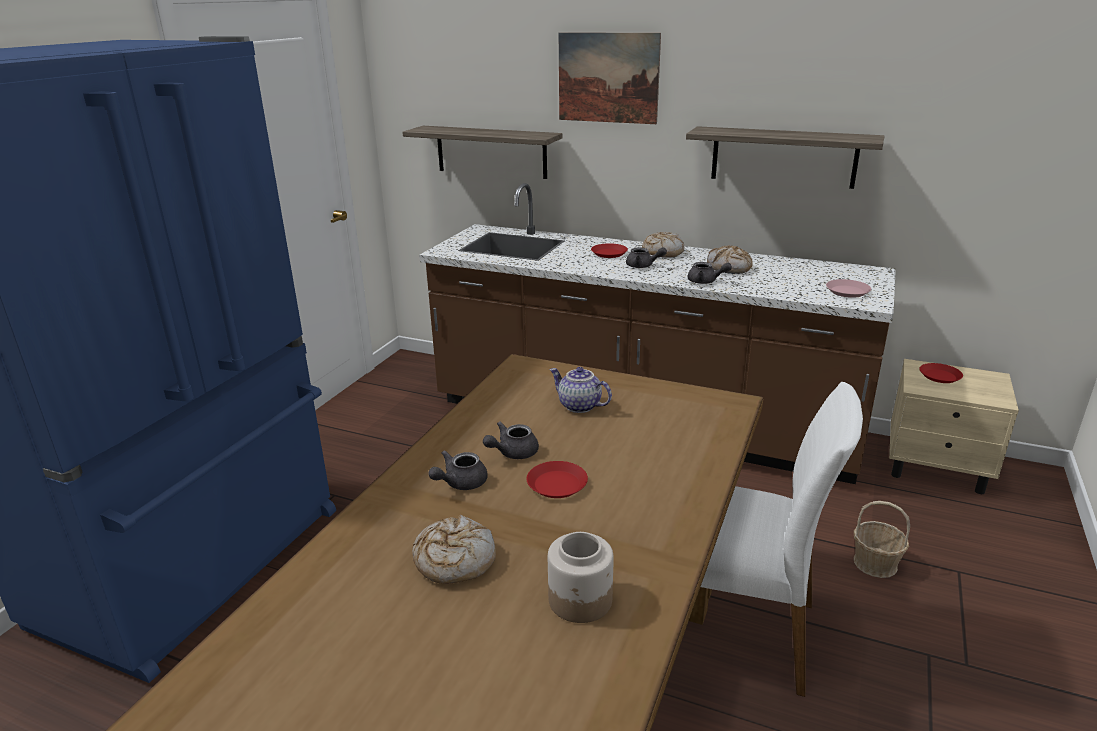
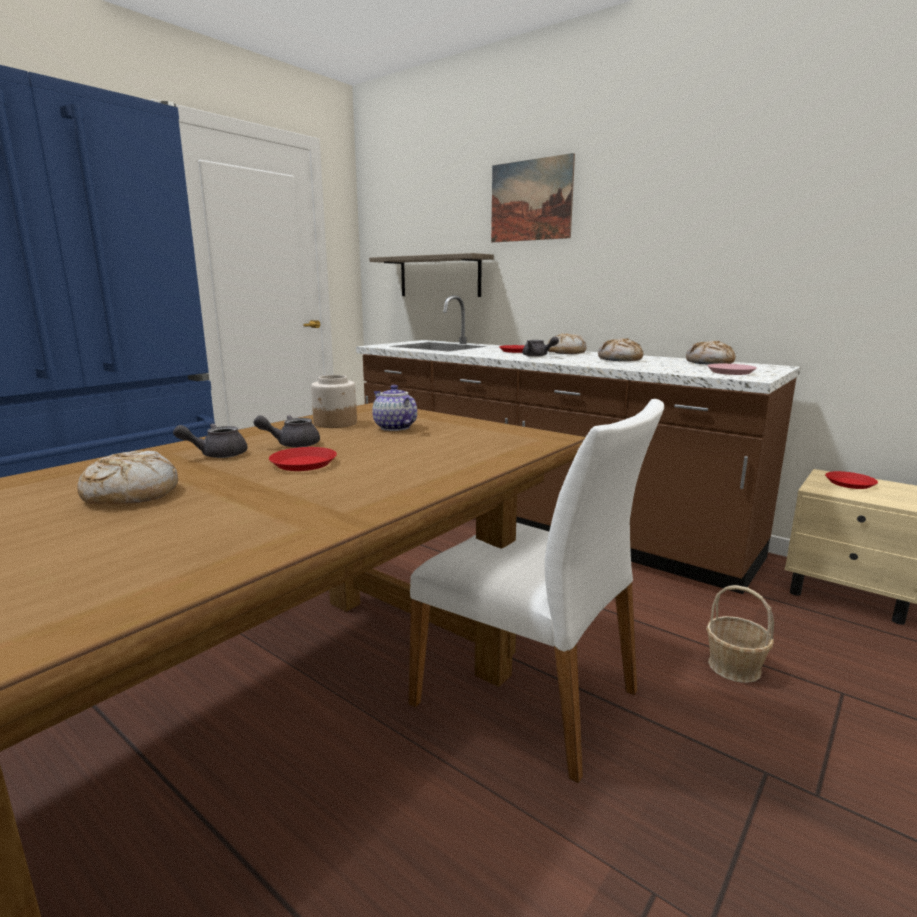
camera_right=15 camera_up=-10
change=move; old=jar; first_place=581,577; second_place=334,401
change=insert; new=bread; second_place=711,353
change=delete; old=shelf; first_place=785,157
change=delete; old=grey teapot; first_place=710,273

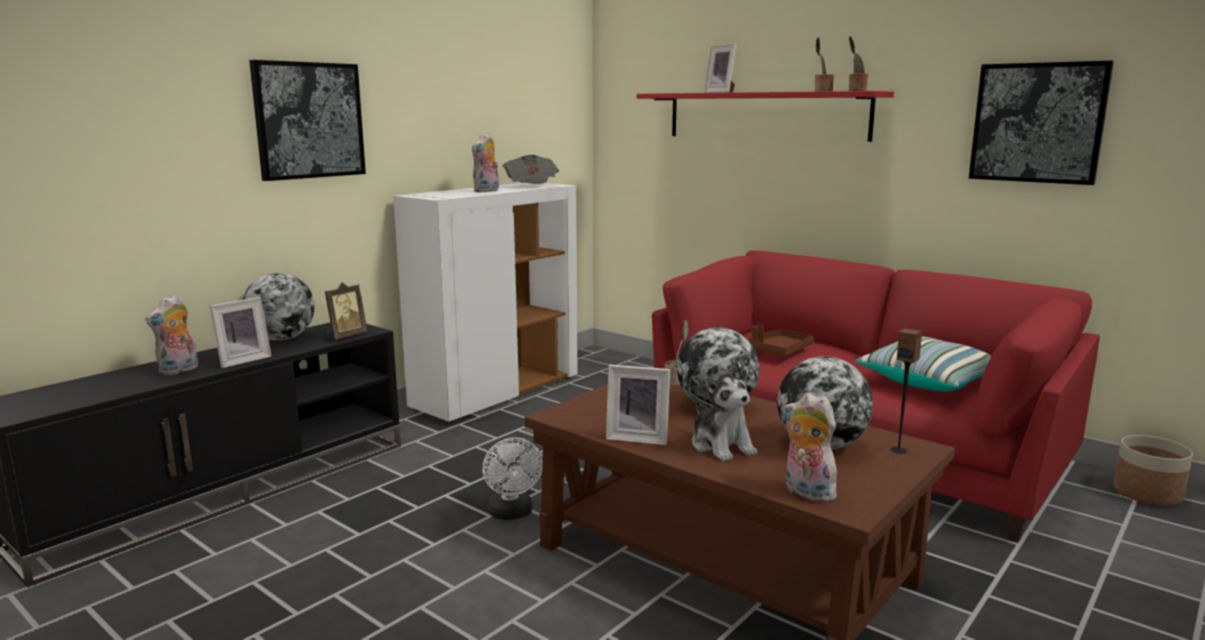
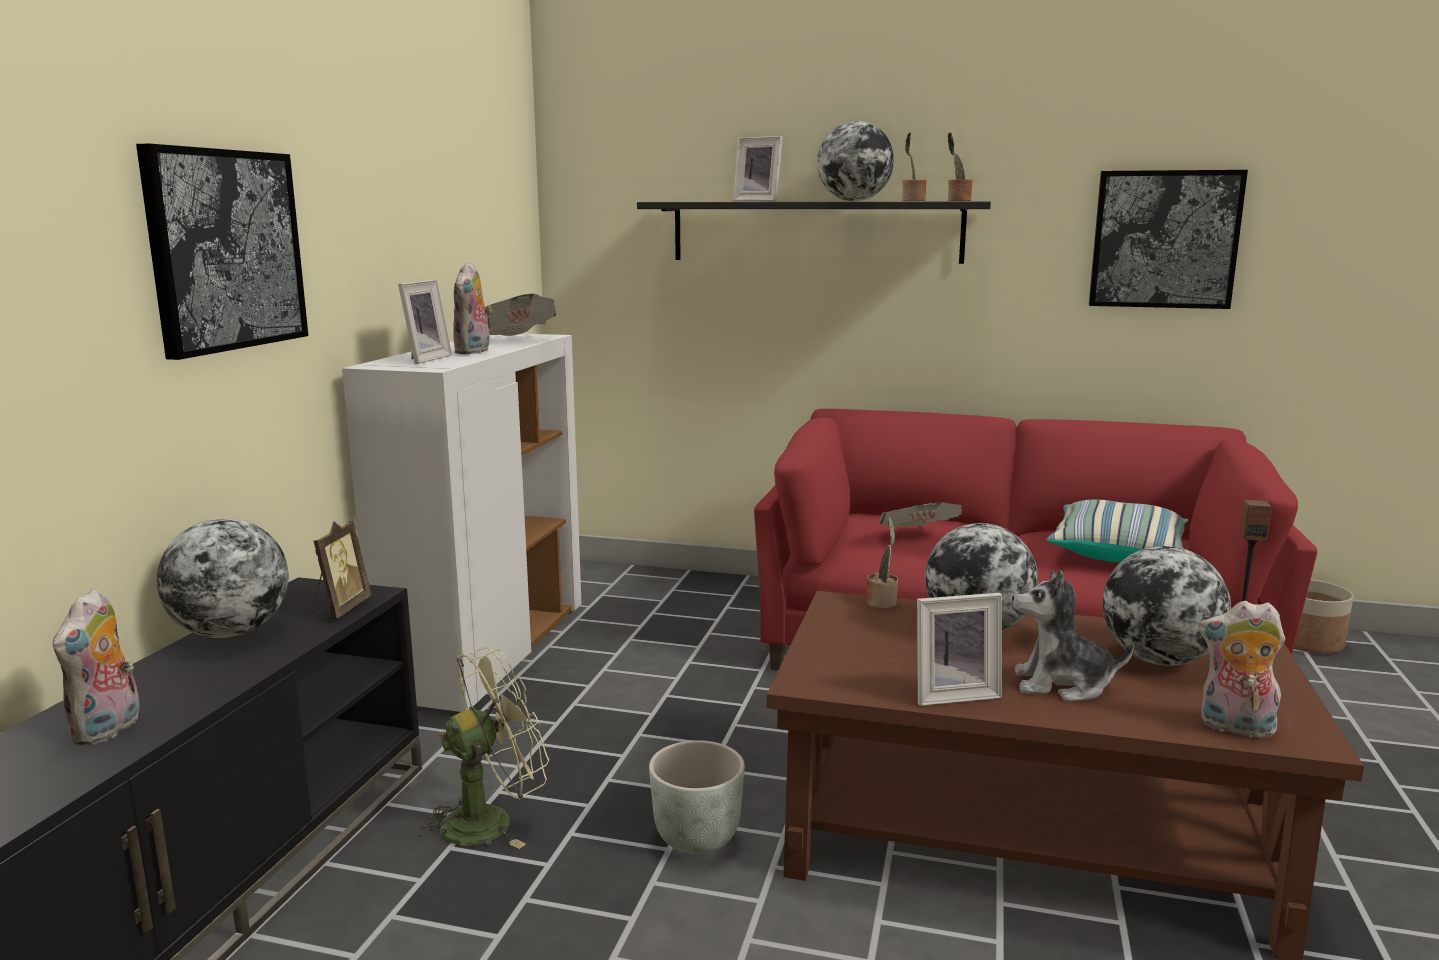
camera_right=-25 camera_up=0
change=move; old=picture frame; first_place=240,332; second_place=425,321
change=insert; new=green fan; second_place=482,748
change=recolor; old=red shelf; new=black shelf; first_place=765,116; second_place=814,232
change=replace; old=white fan; new=grey planter; first_place=512,479; second_place=697,797
change=insert; new=globe; second_place=855,161
change=replace; old=brown tray; new=newspaper; first_place=780,340; second_place=920,514
change=rotate; old=plush toy; first_place=724,411; second_place=1073,636; degrees=150

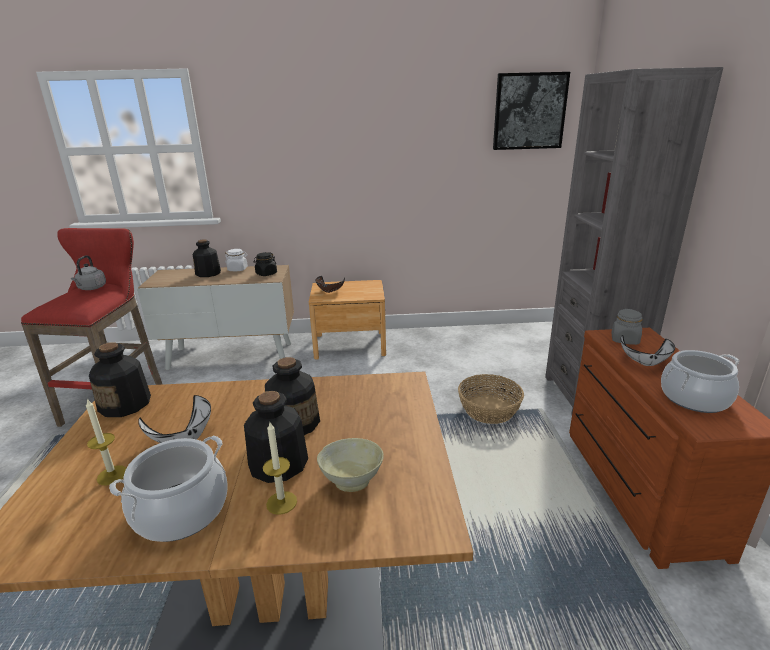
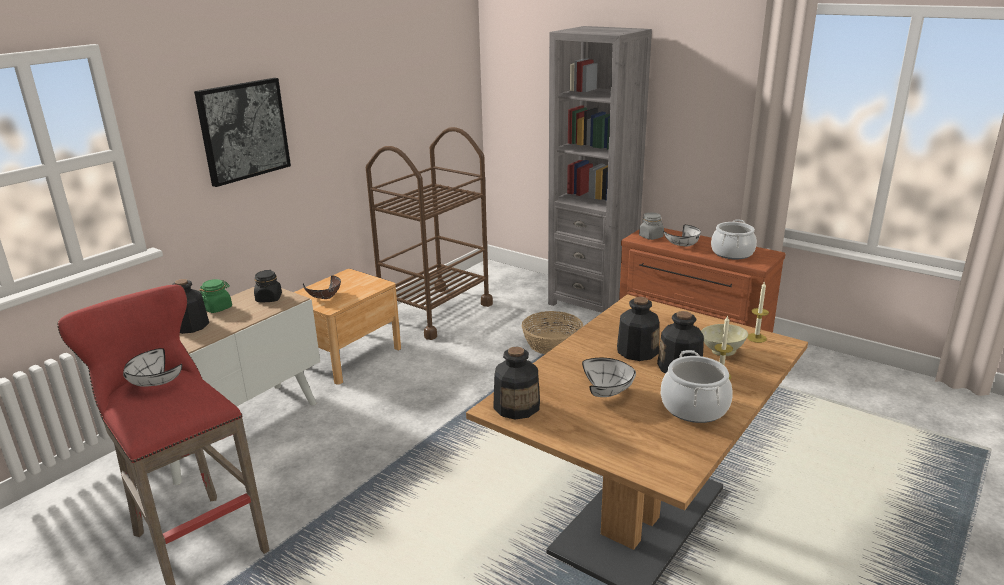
camera_right=-50 camera_up=0
change=replace; old=grey kettle; new=white bowl; first_place=88,272; second_place=152,367
change=move; old=picture; first_place=531,111; second_place=242,132
change=recolor; old=white jar; new=green jar; first_place=236,260; second_place=215,296
change=insert; new=brown cart; second_place=429,233
change=move; old=candle; first_place=106,441; second_place=758,312

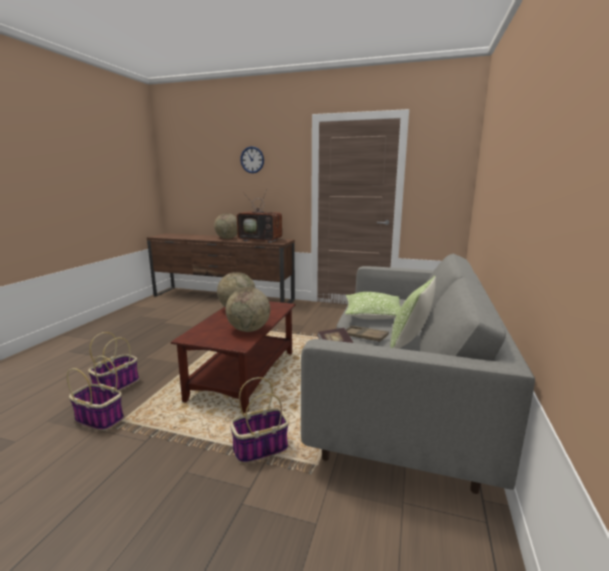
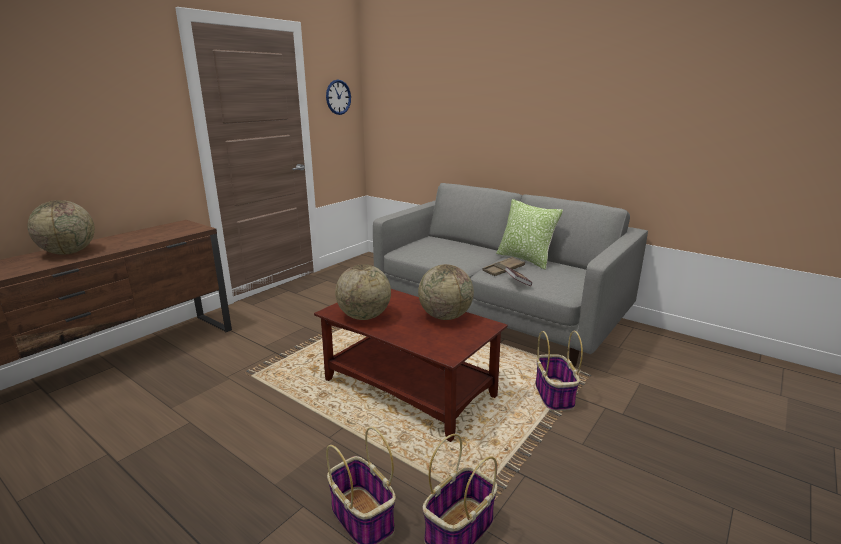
camera_right=-70 camera_up=5
change=move; old=wall clock; first_place=252,159; second_place=338,97
change=delete; old=television; first_place=262,216
change=delete; old=pillow; first_place=373,305

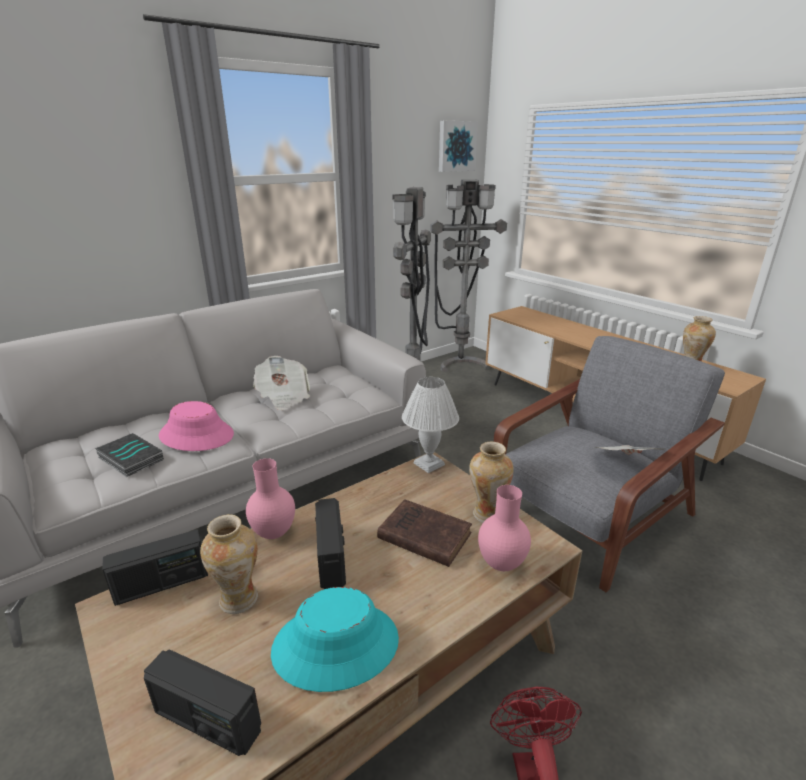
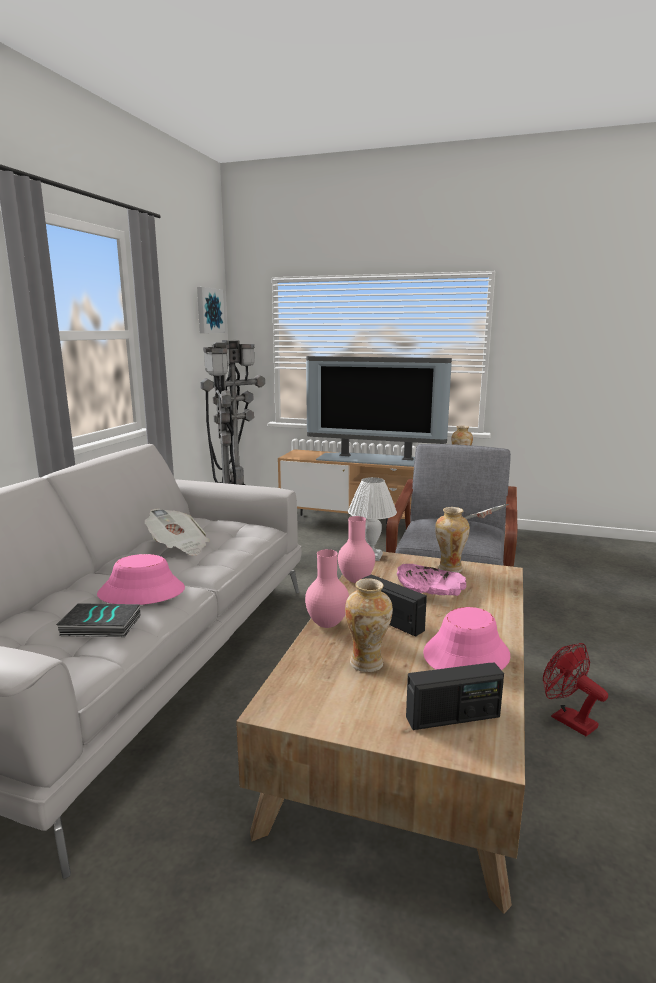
camera_right=-35 camera_up=-10
change=insert; new=television; second_place=379,411
change=move; old=pink vase; first_place=504,528; second_place=356,549
change=replace; old=brown book; new=pink bowl; first_place=424,533; second_place=431,580
change=recolor; old=turquoise hat; new=pink hat; first_place=335,639; second_place=466,638
change=delete; old=radio; first_place=155,568

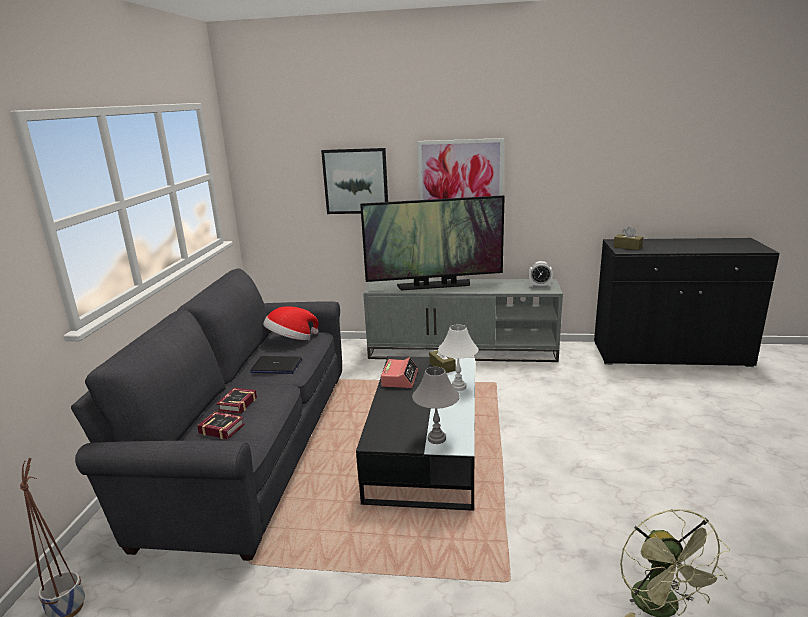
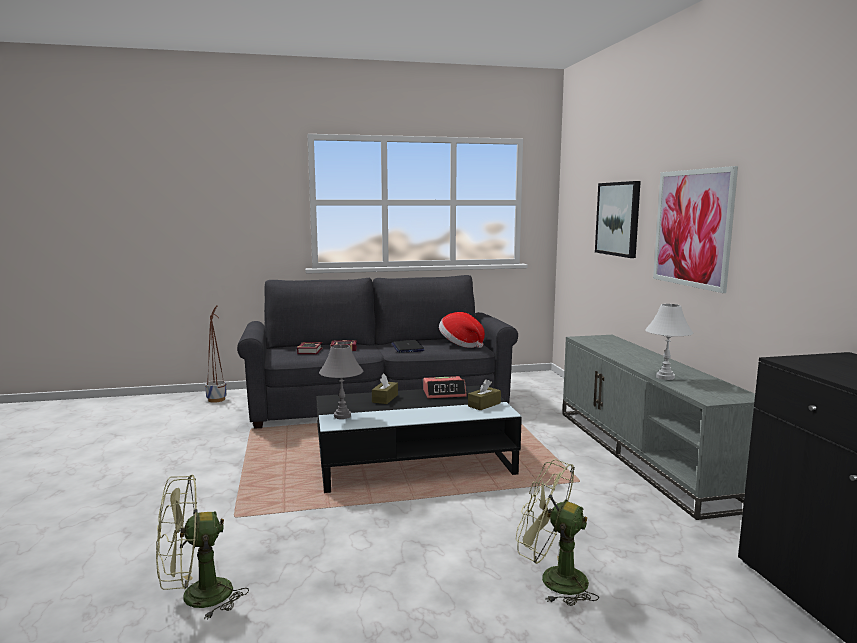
camera_right=70 camera_up=-10
change=move; old=brown tissue box; first_place=628,238; second_place=385,389
change=insert; new=green fan; second_place=557,532
change=move; old=white table lamp; first_place=458,357; second_place=669,342
change=delete; old=television; first_place=432,242
change=delete; old=alarm clock; first_place=541,274

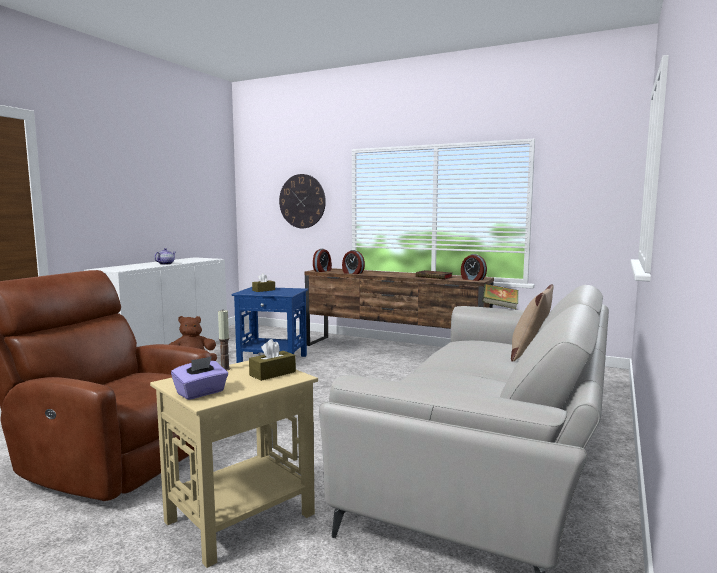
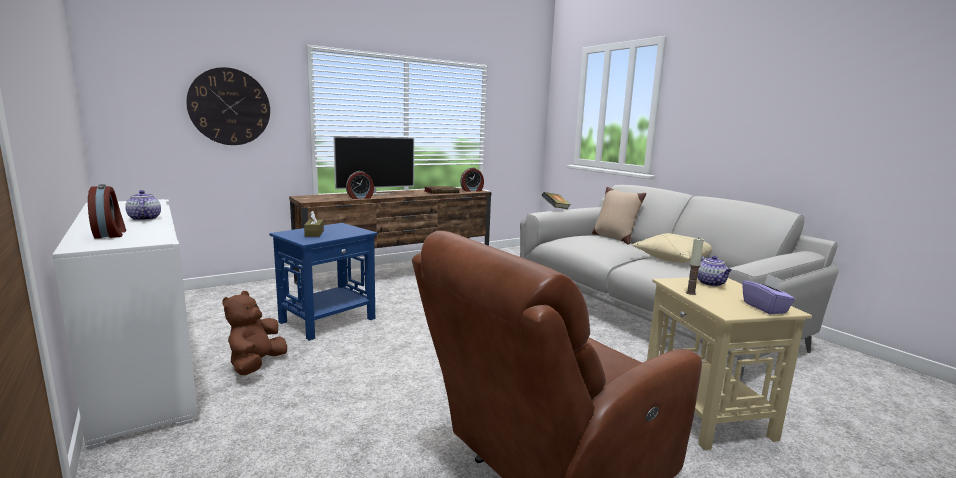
camera_right=-60 camera_up=5
change=move; old=alarm clock; first_place=322,260; second_place=107,211
change=insert; new=television; second_place=373,165
change=insert; new=beige pillow; second_place=672,248
change=replace; old=brown tissue box; new=teapot; first_place=272,360; second_place=714,271

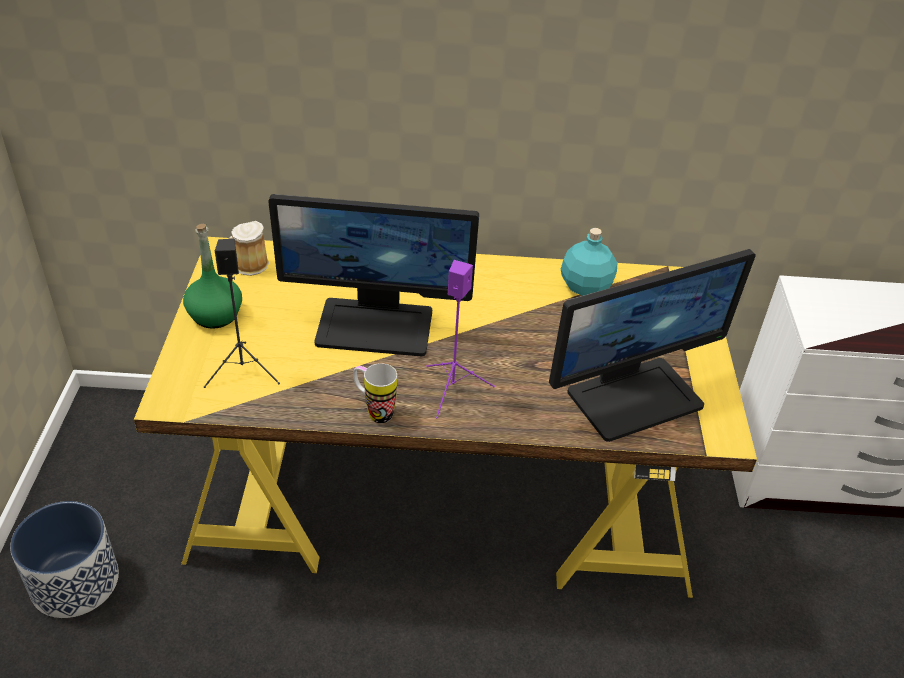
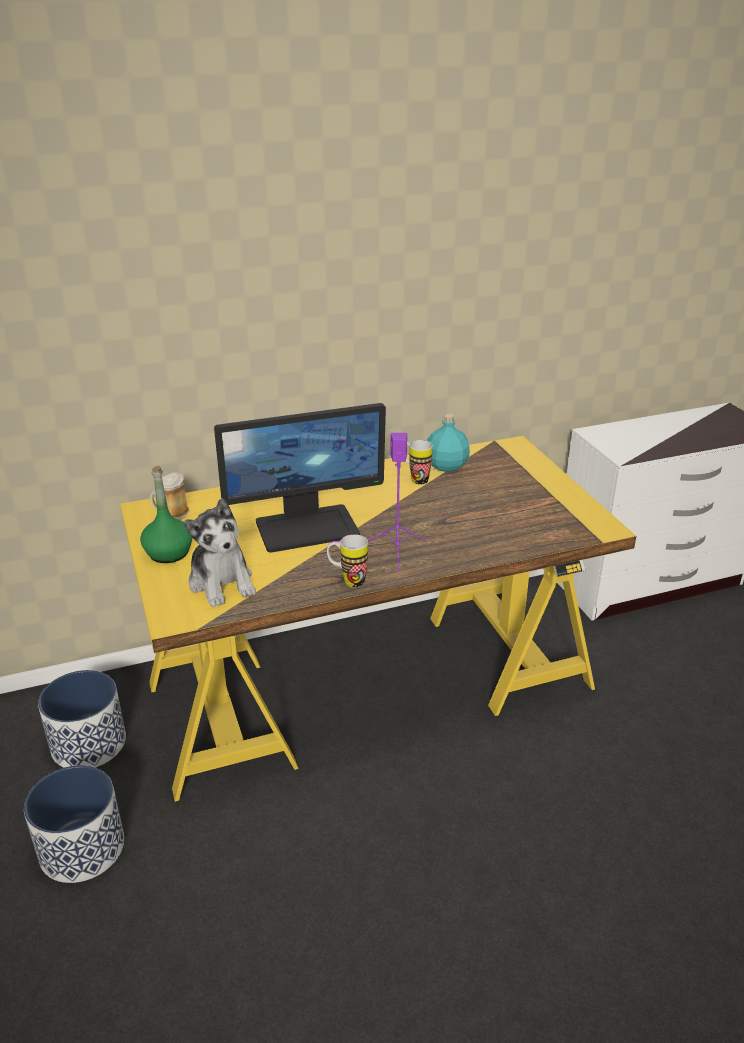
camera_right=-20 camera_up=-10
change=insert; new=planter; second_place=82,719
change=replace; old=black speaker; new=plush toy; first_place=242,313; second_place=220,552
change=insert; new=mug; second_place=419,462
change=delete; old=monitor; first_place=652,345

